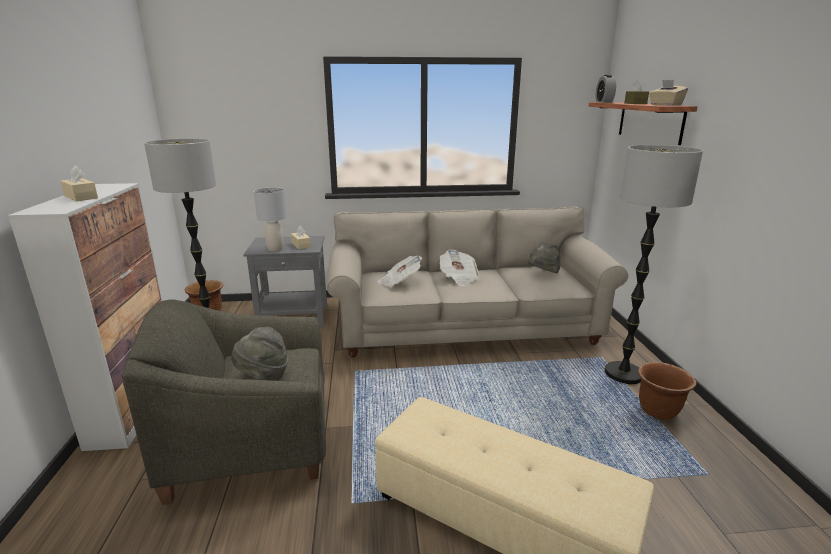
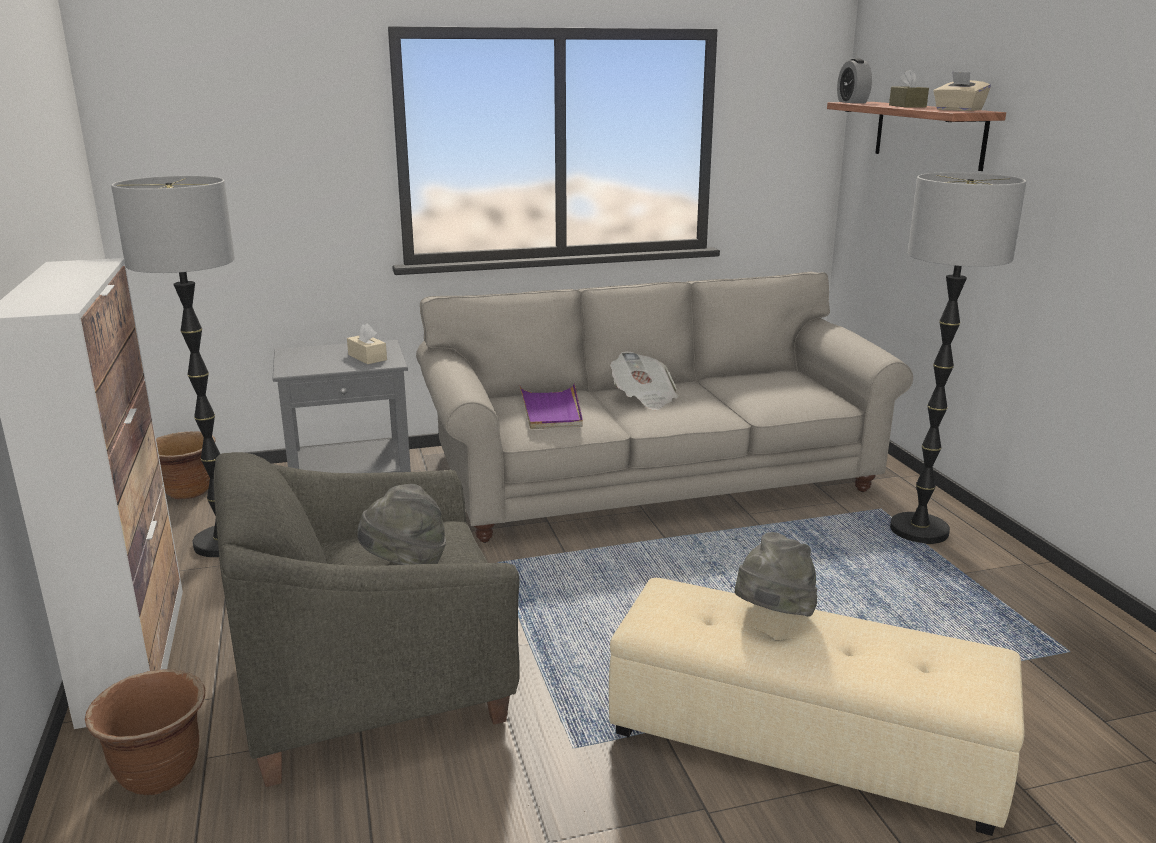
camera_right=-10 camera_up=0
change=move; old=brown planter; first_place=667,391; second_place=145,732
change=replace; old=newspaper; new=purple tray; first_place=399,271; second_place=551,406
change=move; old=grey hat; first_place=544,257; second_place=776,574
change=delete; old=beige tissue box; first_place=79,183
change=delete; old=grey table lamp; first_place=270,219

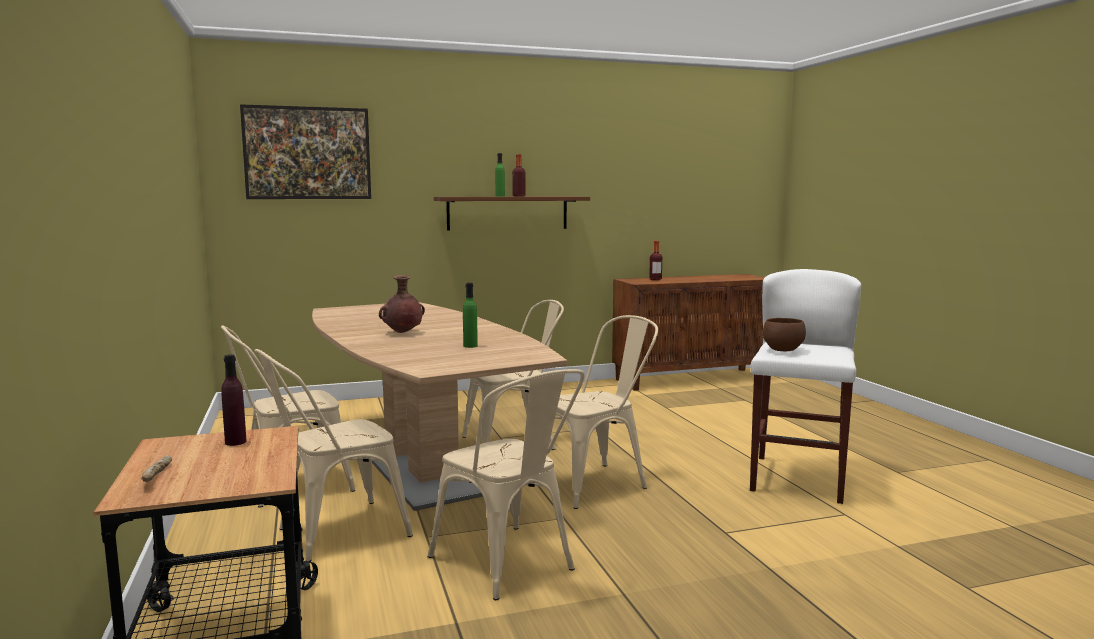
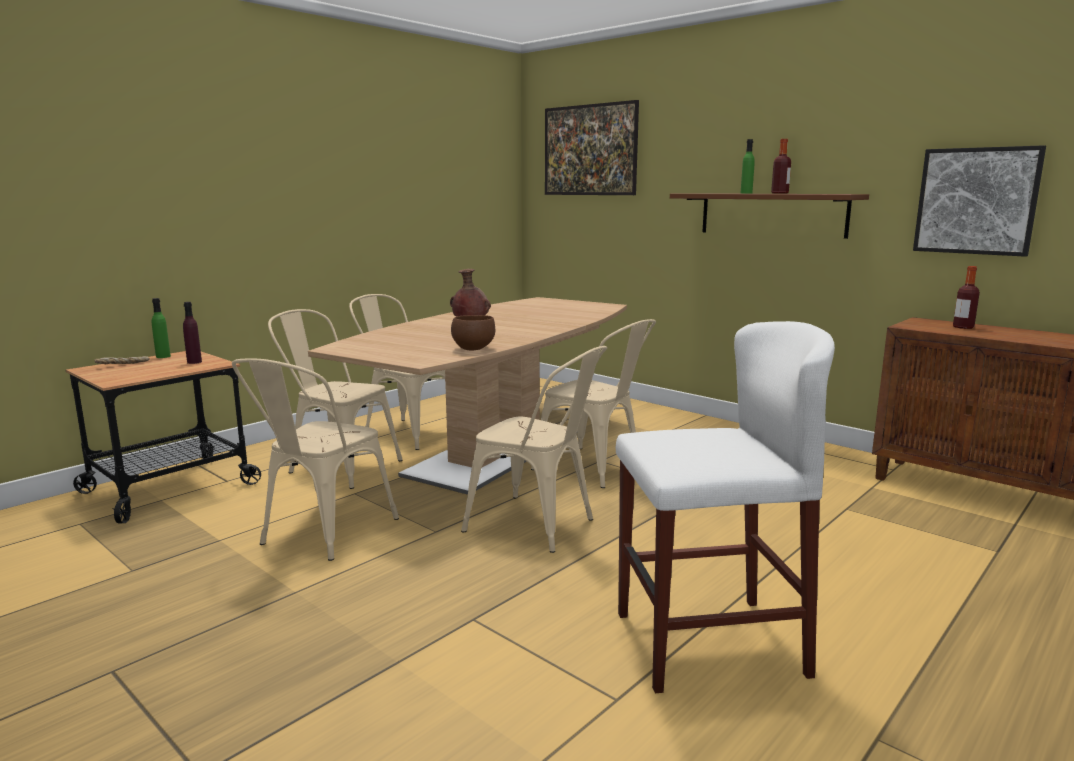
camera_right=60 camera_up=5
change=move; old=green bottle; first_place=470,315; second_place=161,328
change=move; old=brown bowl; first_place=784,334; second_place=473,333
change=insert; new=picture; second_place=979,201

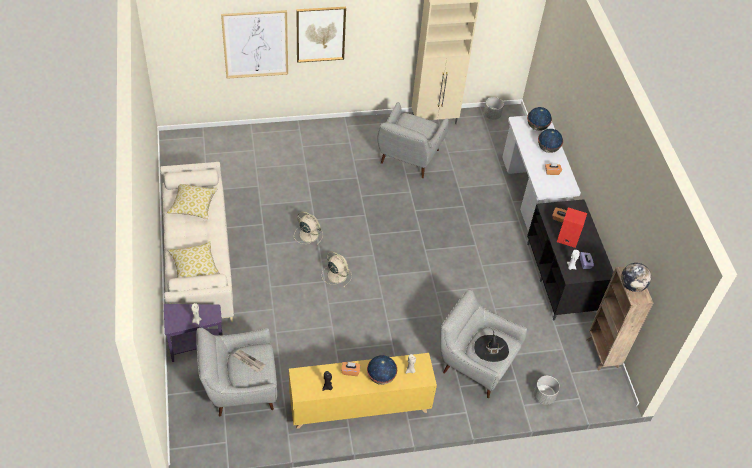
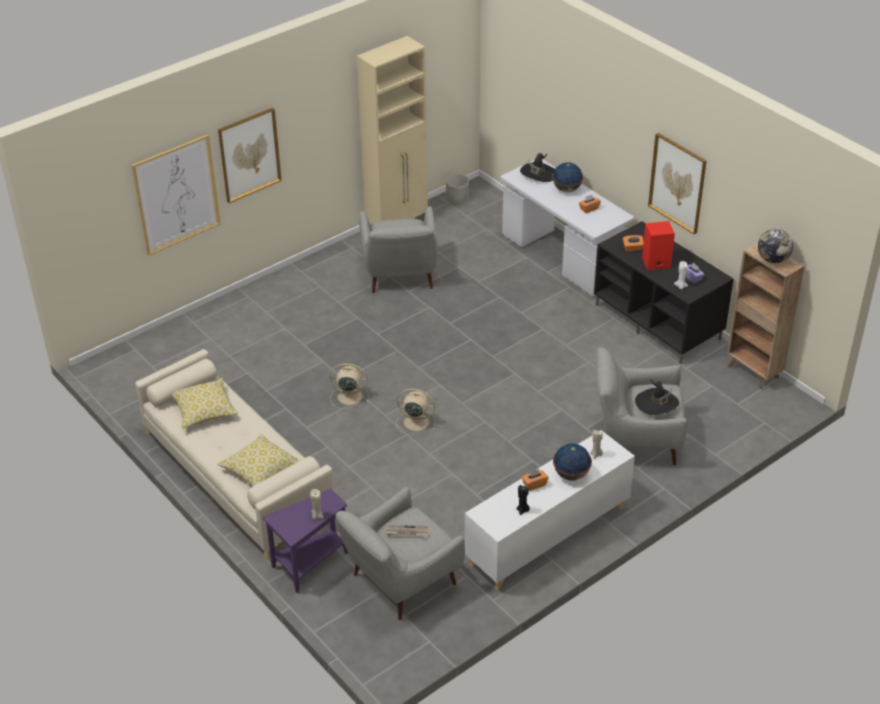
camera_right=-25 camera_up=-10
change=recolor; old=yellow cabinet; new=white cabinet; first_place=363,391; second_place=550,510
change=replace; old=globe; new=black hat; first_place=539,119; second_place=537,167
change=insert; new=picture; second_place=677,183
change=delete; old=grey planter; first_place=547,390

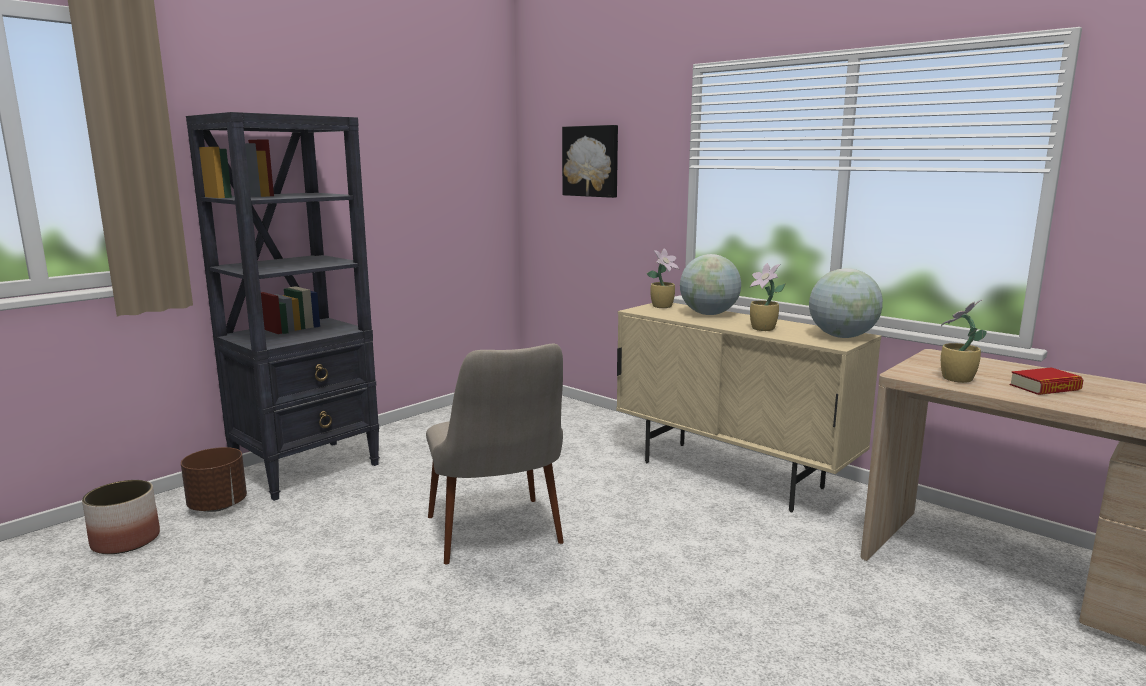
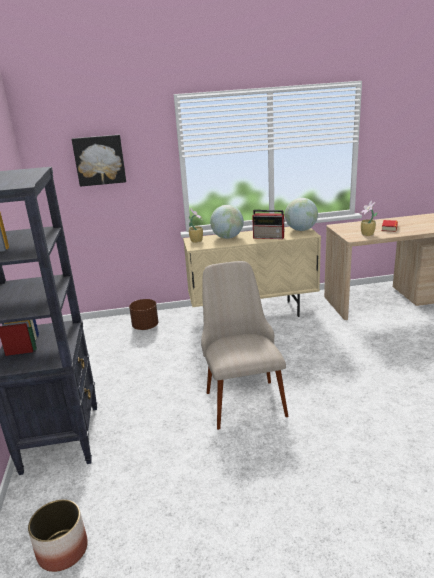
camera_right=-50 camera_up=10
change=move; old=brown planter; first_place=214,479; second_place=143,314
change=rotate; old=beige chair; first_place=495,454; second_place=244,345; degrees=-120
change=replace; old=potted plant; new=radio; first_place=768,297; second_place=269,224

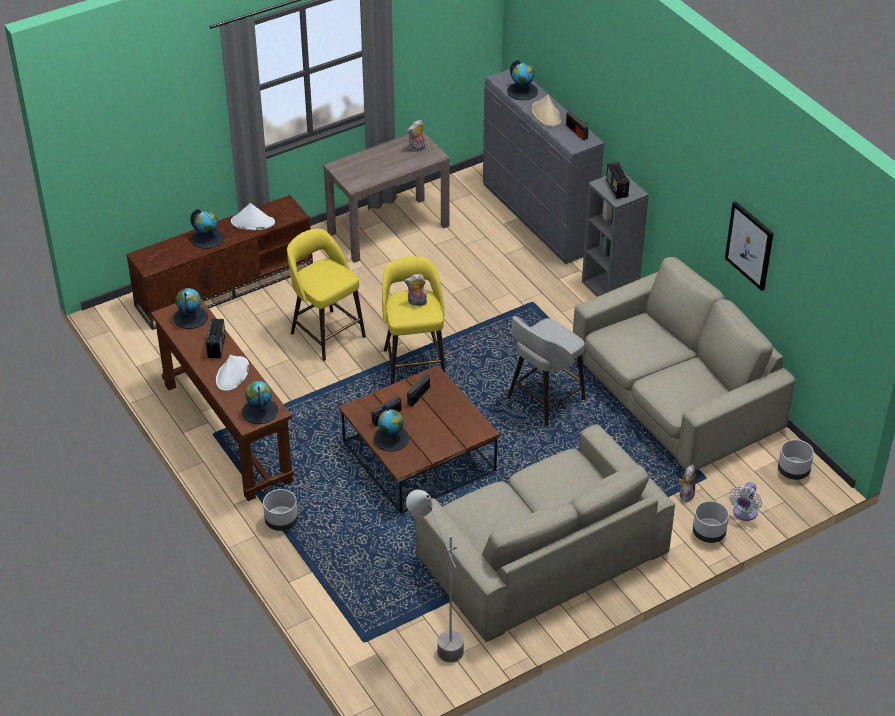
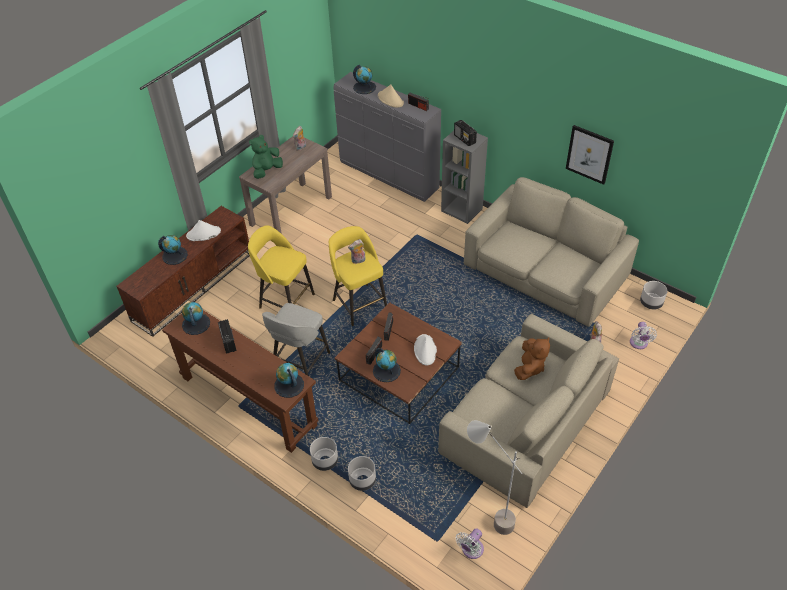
camera_right=-20 camera_up=5
change=insert; new=green plush toy; second_place=266,157
change=move; old=grey stool; first_place=546,371; second_place=296,339
change=move; old=grey planter; first_place=711,522; second_place=362,473
change=move; old=white hat; first_place=232,373; second_place=425,349
change=insert; new=white fan; second_place=470,543
change=insert; new=brown plush toy; second_place=532,359

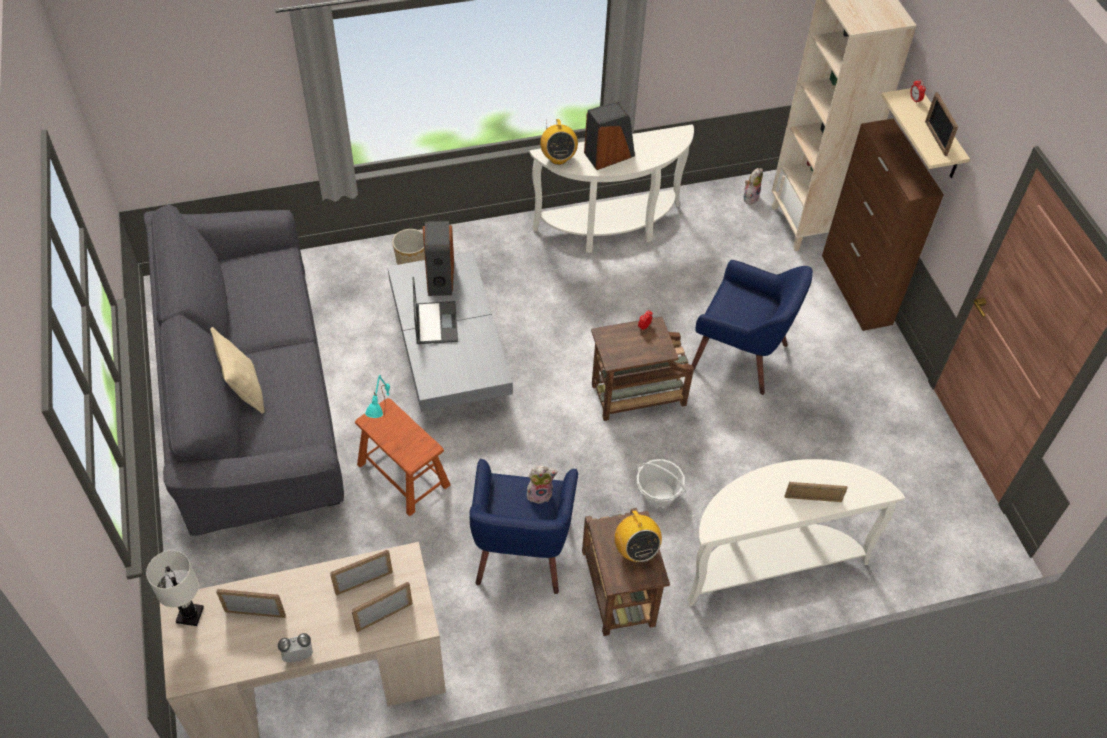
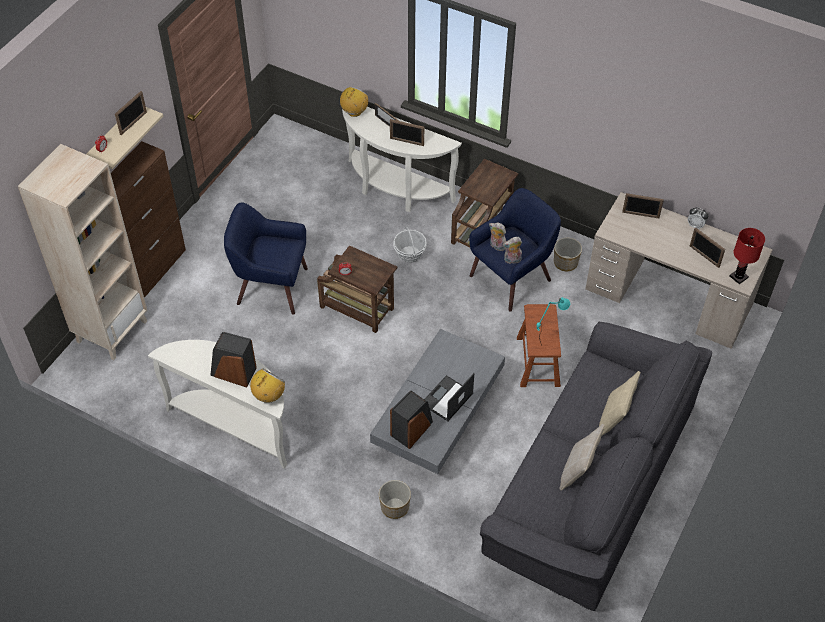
camera_right=-135 camera_up=0
change=rotate; old=blue armchair; first_place=752,327; second_place=266,258; degrees=-60
change=move; old=radio; first_place=638,536; second_place=354,102
change=move; old=picture frame; first_place=361,572; second_place=407,132
change=move; old=plush toy; first_place=753,186; second_place=512,250
change=insert; new=planter; second_place=568,254
change=insert; new=beige pillow; second_place=582,457
change=recolor; old=white table lamp; new=red table lamp; first_place=175,588; second_place=747,256

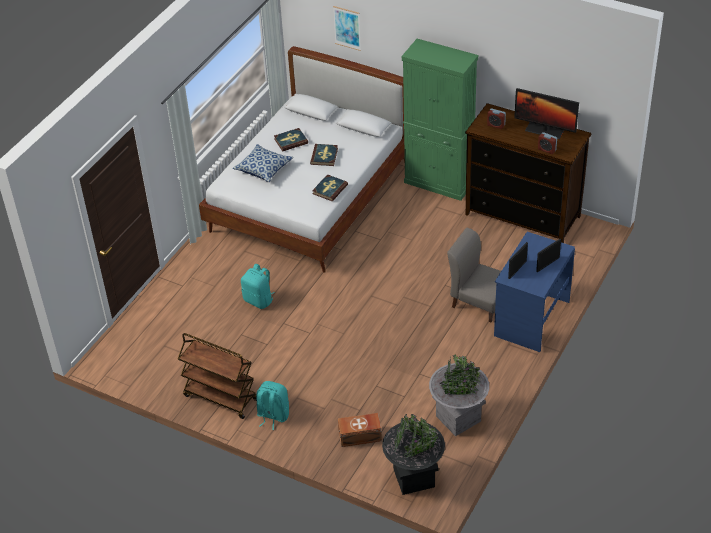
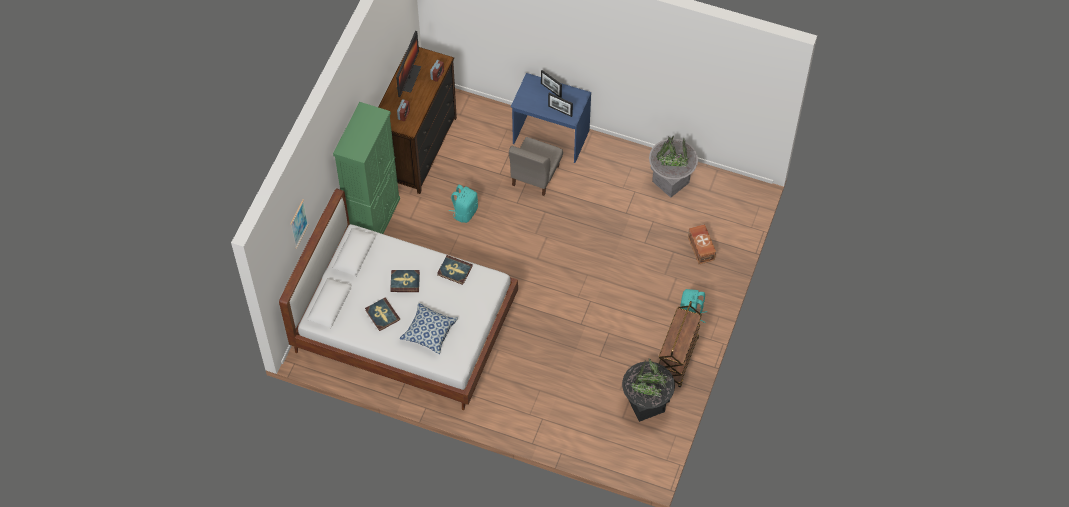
camera_right=-100 camera_up=15
change=move; old=turquoise backpack; first_place=257,286; second_place=463,203
change=move; old=black planter; first_place=413,454; second_place=648,390

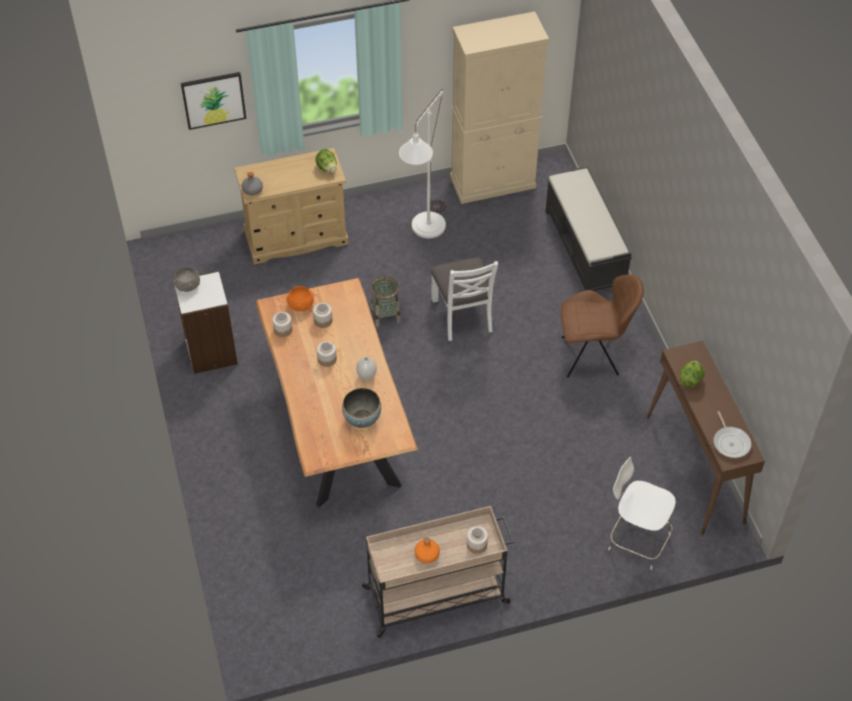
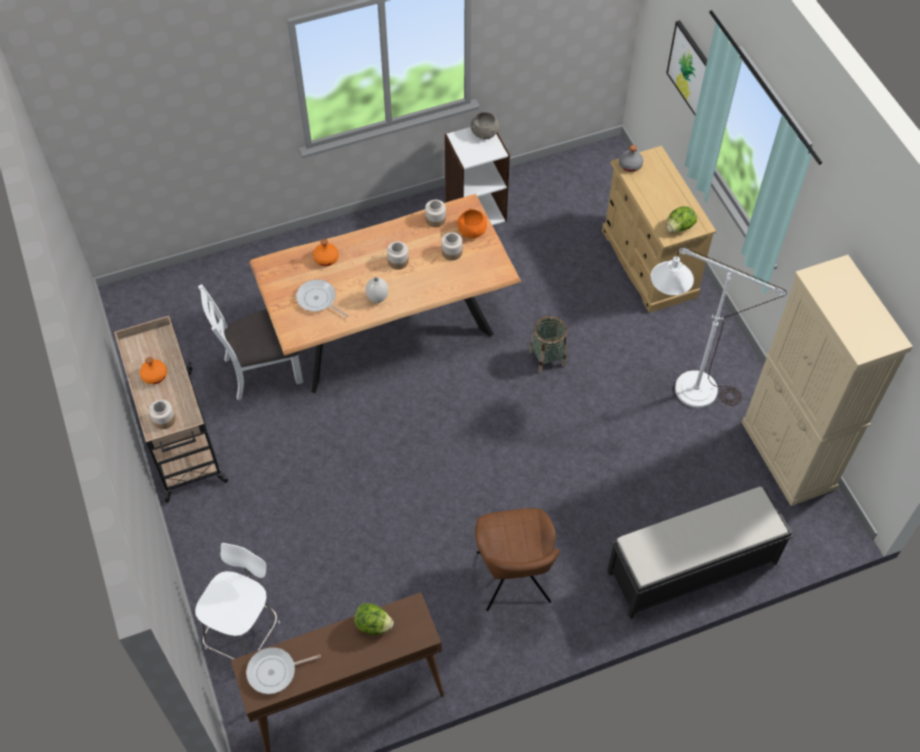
camera_right=85 camera_up=5
change=move; old=white chair; first_place=464,299; second_place=250,342
change=replace; old=bowl; new=frying pan; first_place=361,408; second_place=322,298
change=insert; new=orange bottle; second_place=326,252

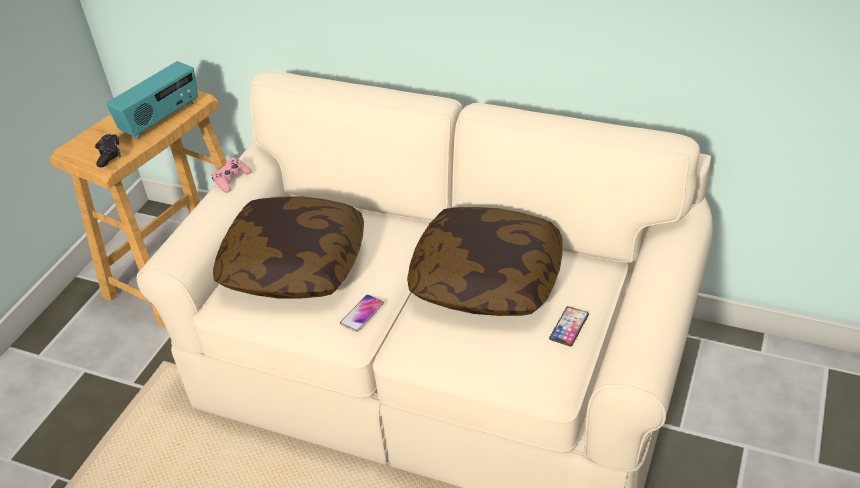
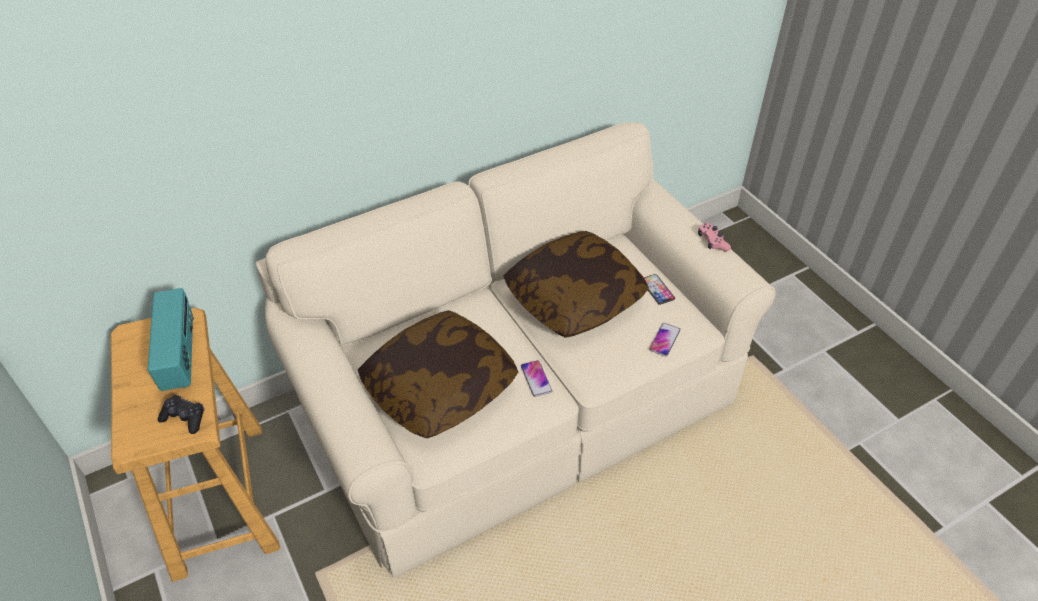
camera_right=-55 camera_up=5
change=insert; new=phone; second_place=665,340
change=move; old=pink game controller; first_place=231,176; second_place=714,237

